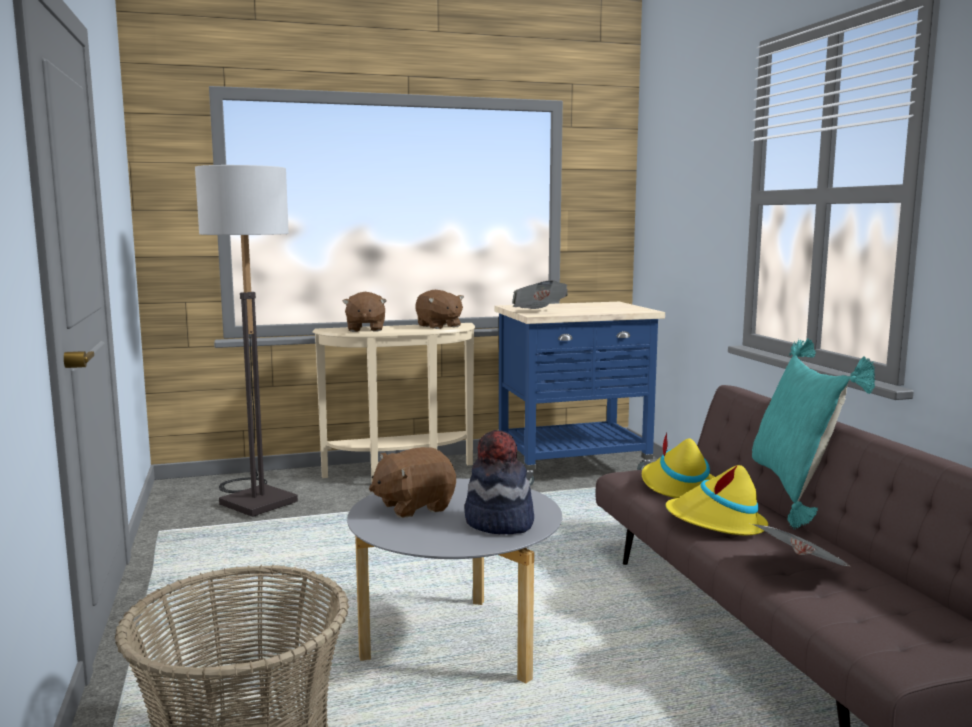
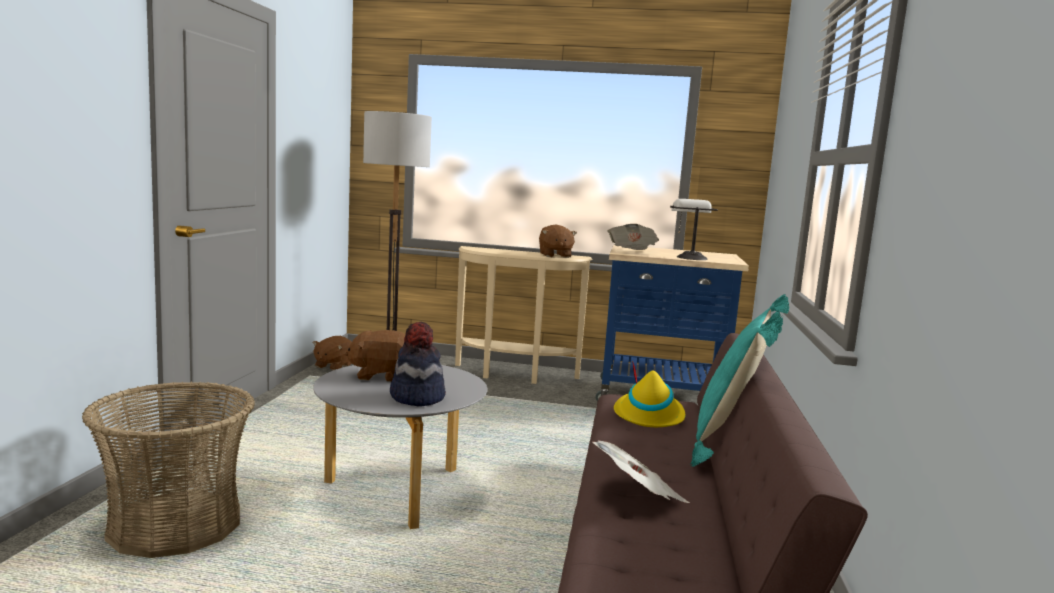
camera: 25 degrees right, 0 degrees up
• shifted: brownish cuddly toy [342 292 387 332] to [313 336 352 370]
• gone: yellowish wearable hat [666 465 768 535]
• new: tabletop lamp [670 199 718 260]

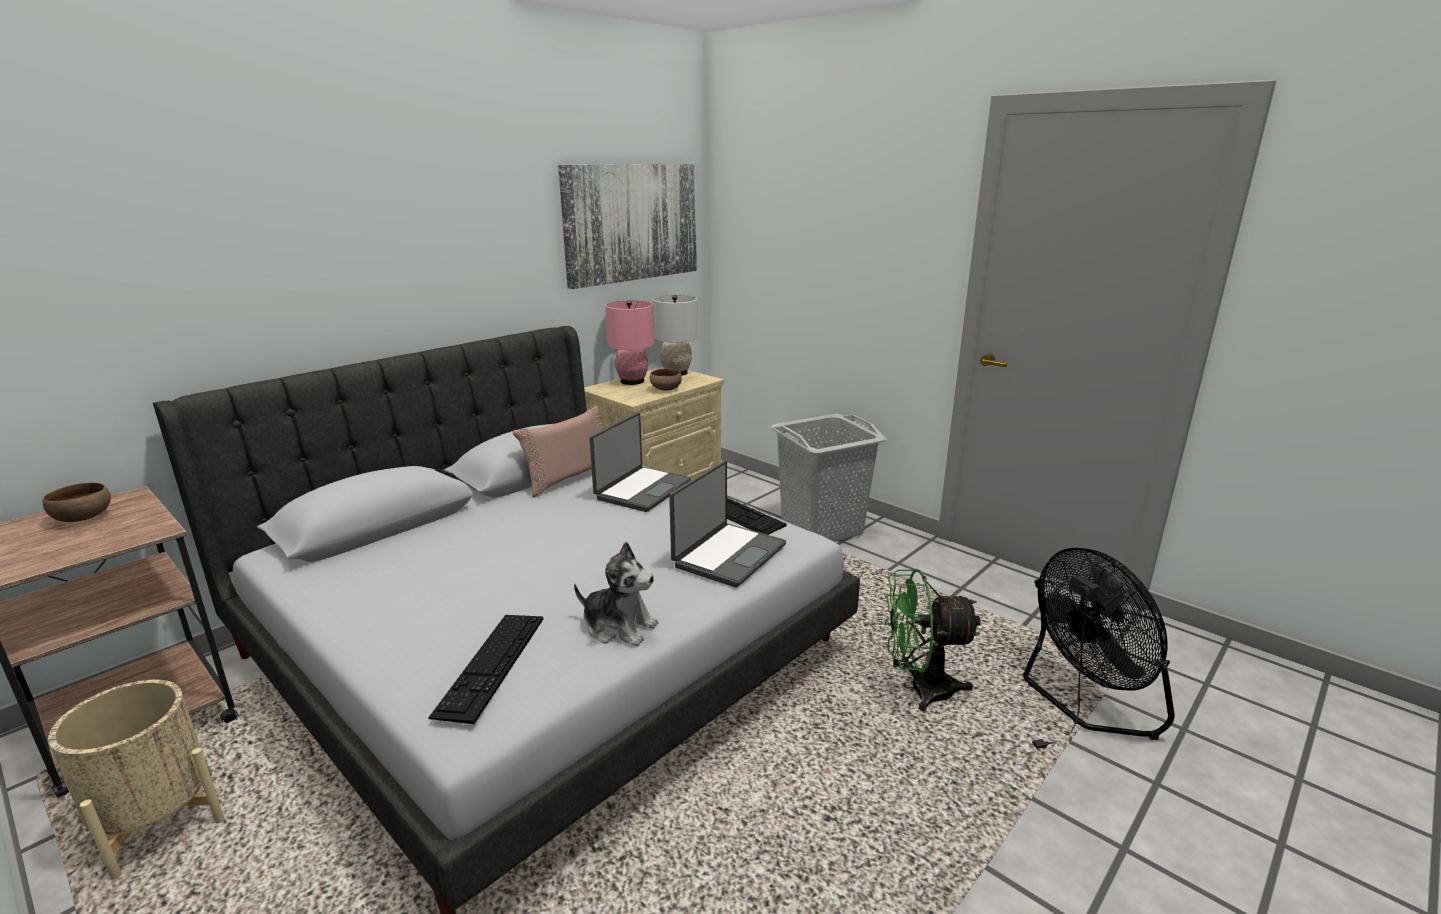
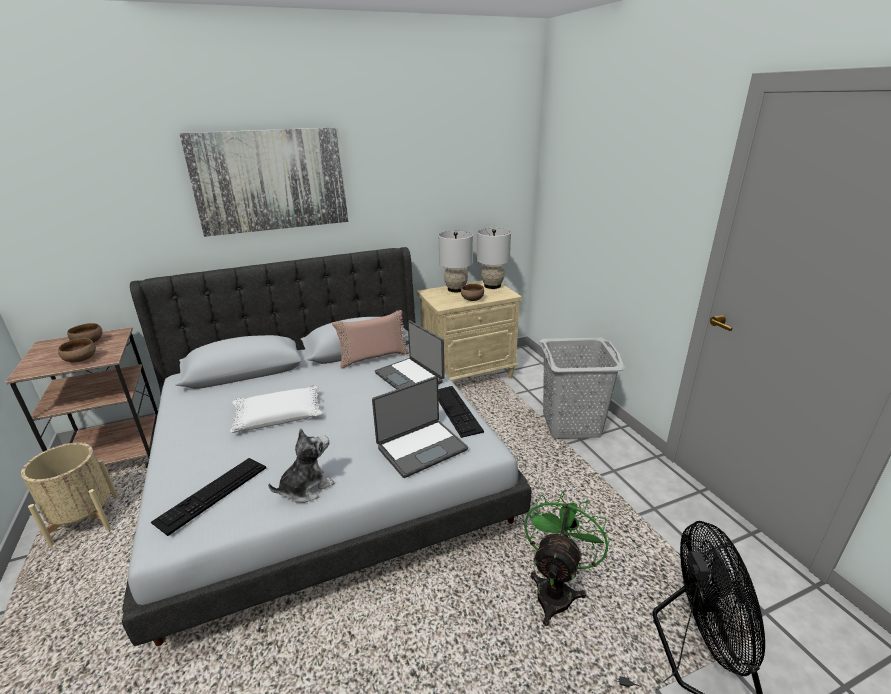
camera: 25 degrees right, 5 degrees up
• shifted: wall art [558 164 697 289] to [179 127 348 237]
• rotated: cuddly toy [574 542 658 646] = [268 428 334 503] 90 degrees counterclockwise
• rotated: laptop [589 413 691 512] = [375 320 445 389] 90 degrees clockwise
• repainted: pinkish tabletop lamp [605 300 654 385] to white tabletop lamp [439 230 473 292]
• rotated: greenish cooling fan [885 569 981 711] = [524 491 610 626] 90 degrees clockwise
• new: brownish serving bowl [58 338 96 362]
• new: white pillow [230 386 323 433]

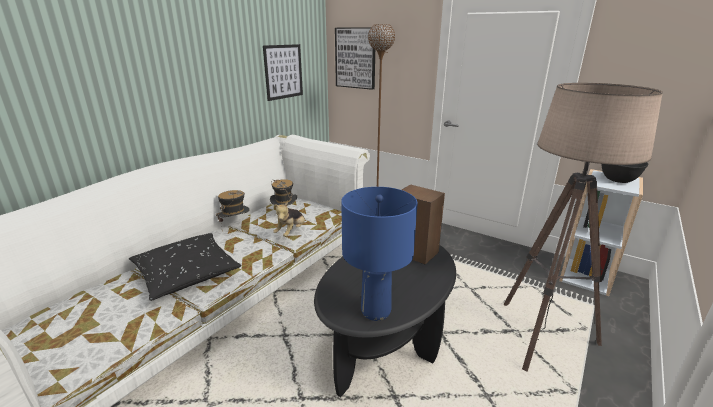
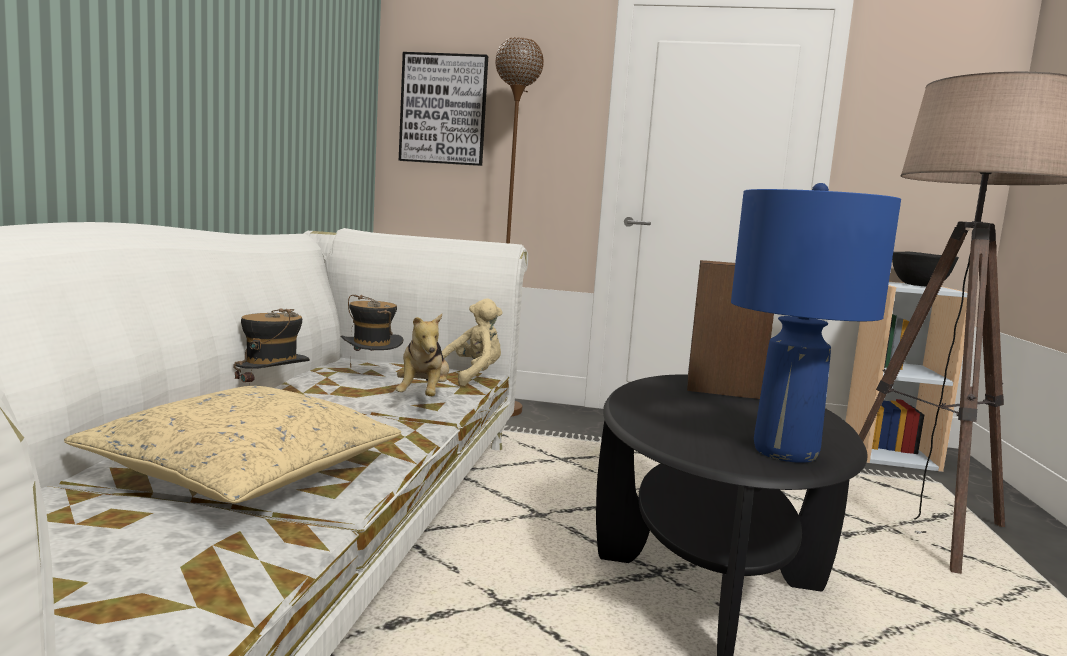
camera: 25 degrees left, 15 degrees down
• repainted: blackish pillow [129 233 241 301] to sand-coloured pillow [64 386 401 503]
• gone: wall art [263 44 303 101]
• new: sand-coloured cuddly toy [442 298 503 387]

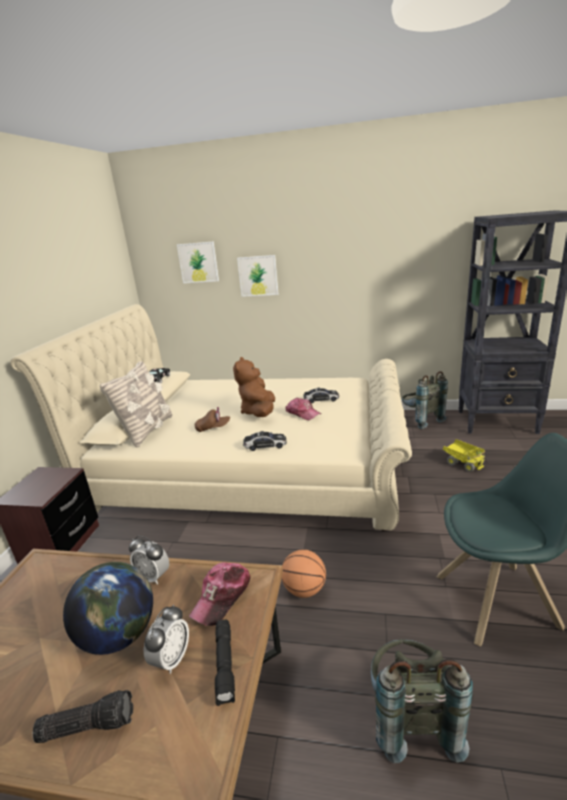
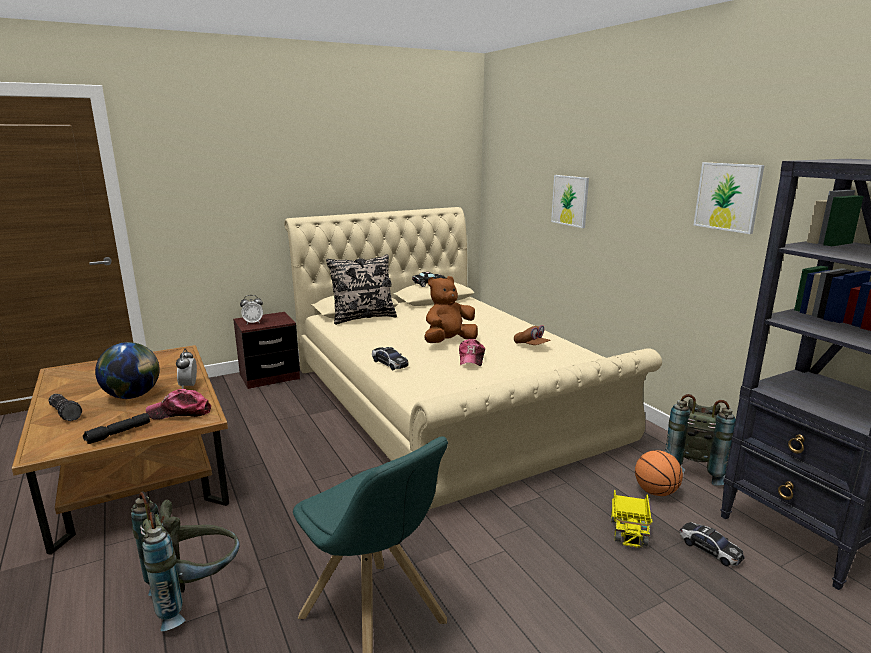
camera: 50 degrees right, 5 degrees down
• repainted: sand-coloured pillow [100 361 172 447] to blackish pillow [326 254 397 325]
• shifted: bedside clock [144 604 189 674] to [240 295 263 324]
• shifted: wall art [177 241 219 283] to [694 162 765 234]
• shifted: brownish peaked cap [195 407 230 432] to [514 325 551 345]
• shifted: ball for basketball [282 549 326 598] to [635 450 683 496]
• shifted: toy car [303 388 339 403] to [680 522 745 566]

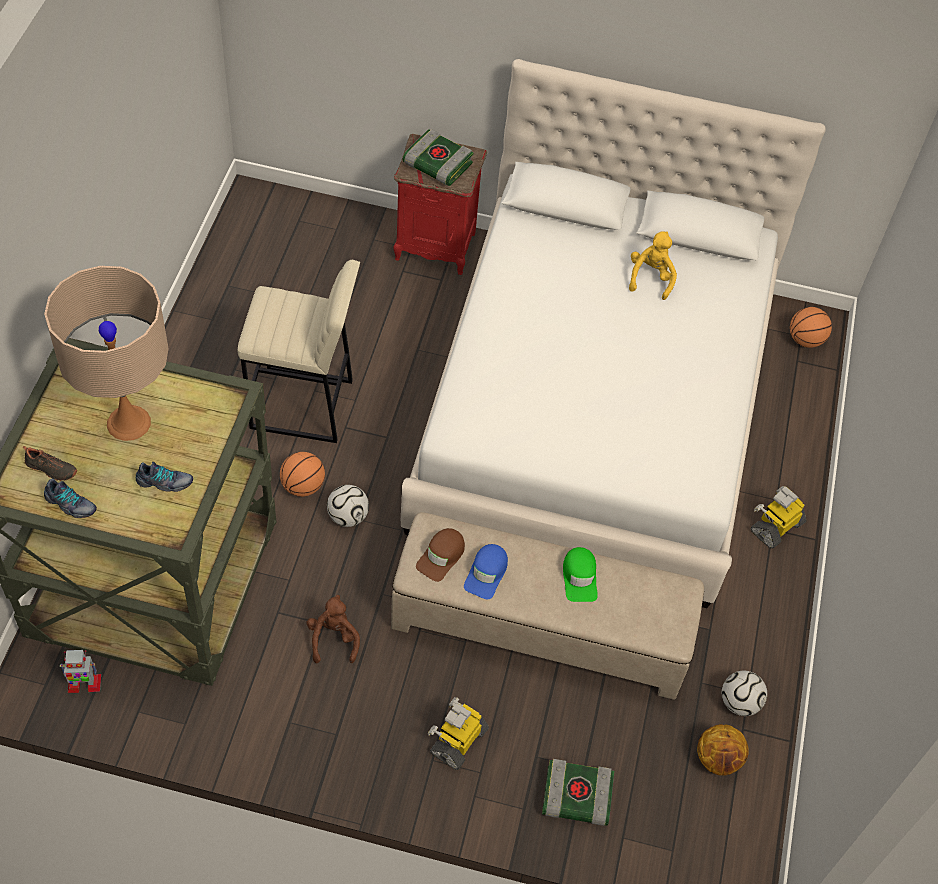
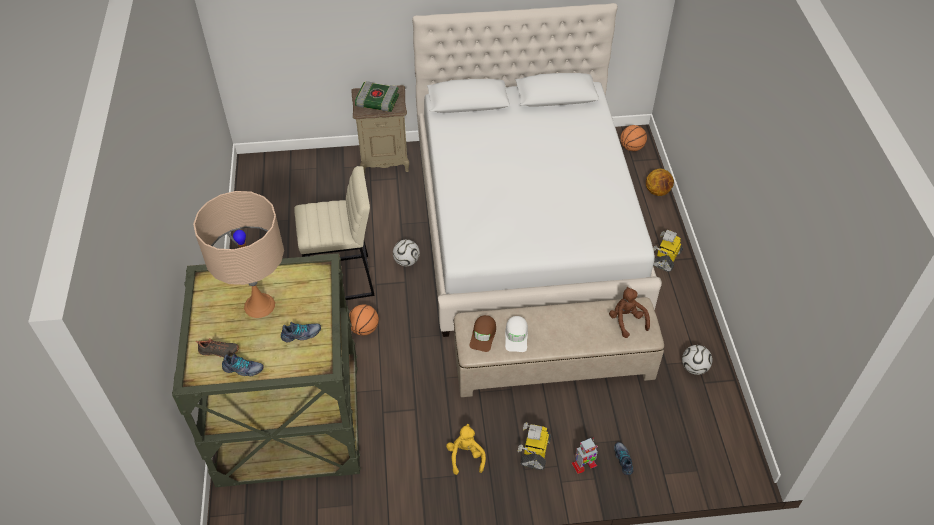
camera: 15 degrees left, 5 degrees down
• shifted: robot figure [60 650 101 693] to [572 438 598 474]
• shifted: brownish cuddly toy [306 595 360 663] to [609 287 650 338]
• shifted: ball for football [327 485 369 527] to [393 239 420 266]
• repainted: reddish nightstand [393 134 487 275] to sand-coloured nightstand [351 85 409 175]
• repainted: blue-coloured peaked cap [464 544 508 599] to white peaked cap [505 316 528 352]
• swapped: book [542 759 614 826] to item of footwear [614 442 633 475]
• gone: greenish peaked cap [563 547 598 602]
• shifted: yellowish cuddly toy [629 231 677 300] to [446 424 486 475]
• shifted: ball for basketball [697 724 749 776] to [646 169 674 196]

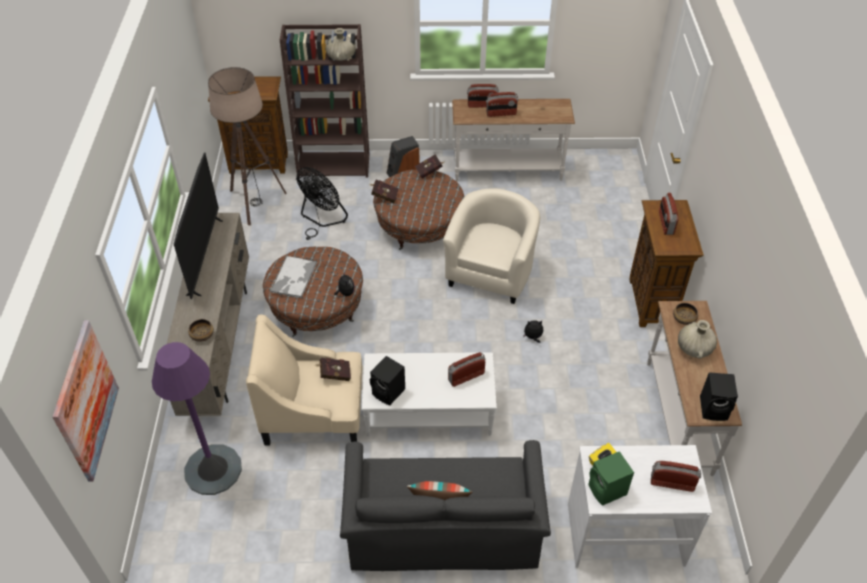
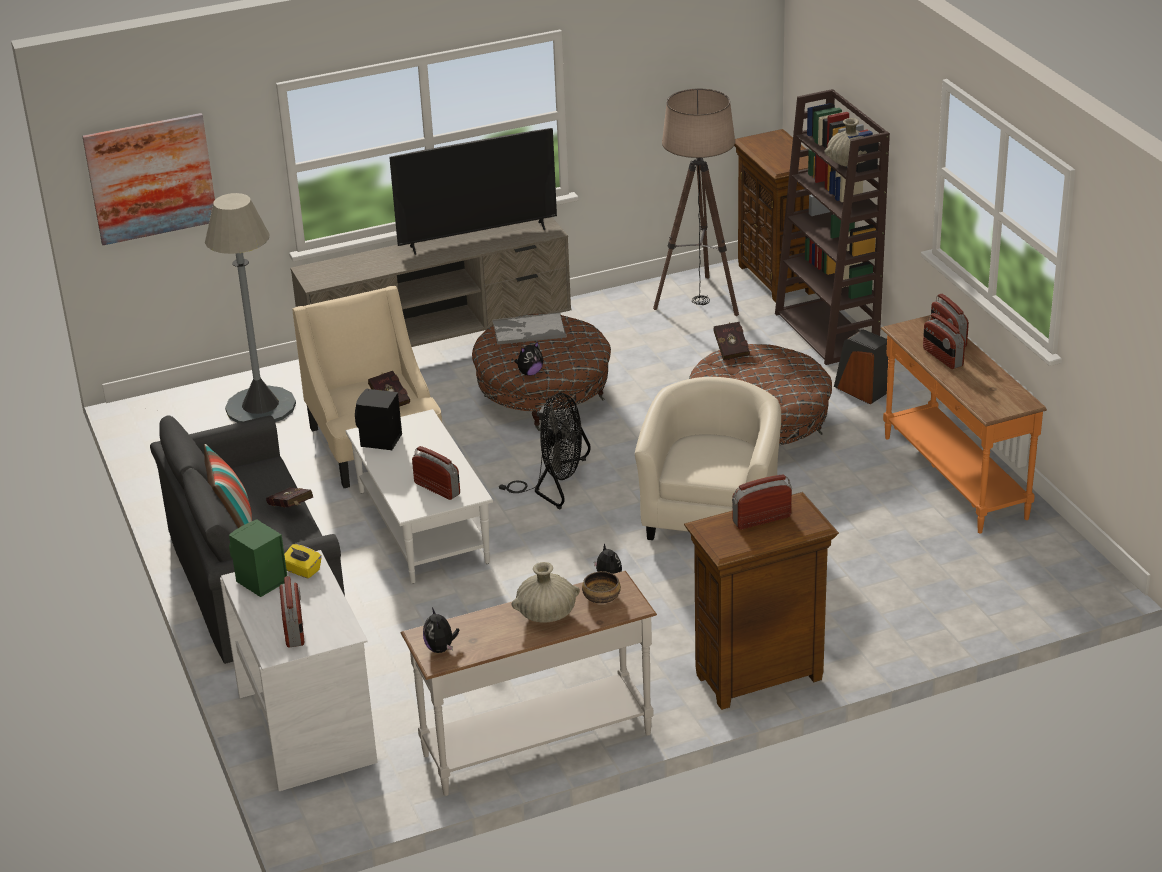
camera: 70 degrees right, 15 degrees down
• repainted: purplish standard lamp [152 342 242 495] to grey standard lamp [205 193 296 423]
• gone: serving bowl [188 319 214 342]
• shifted: blackish cooling fan [296 167 348 240] to [499 392 591 510]
• shifted: reddish book [415 154 445 179] to [266 487 313 507]
• rotated: sand-coloured lounge chair [443 188 540 304] = [635 377 781 540] 75 degrees counterclockwise
• repainted: white console table [452 99 575 181] to orange console table [881 315 1047 534]
• swapped: blackish audio speaker [700 372 738 421] to cuddly toy [423 607 460 653]

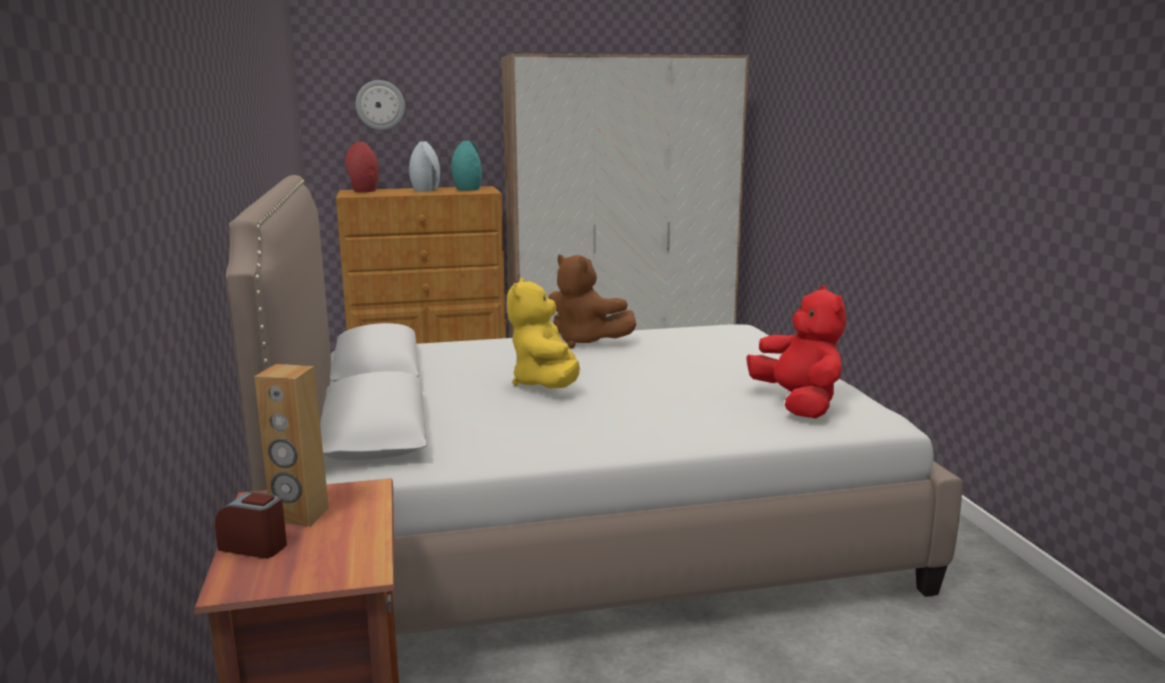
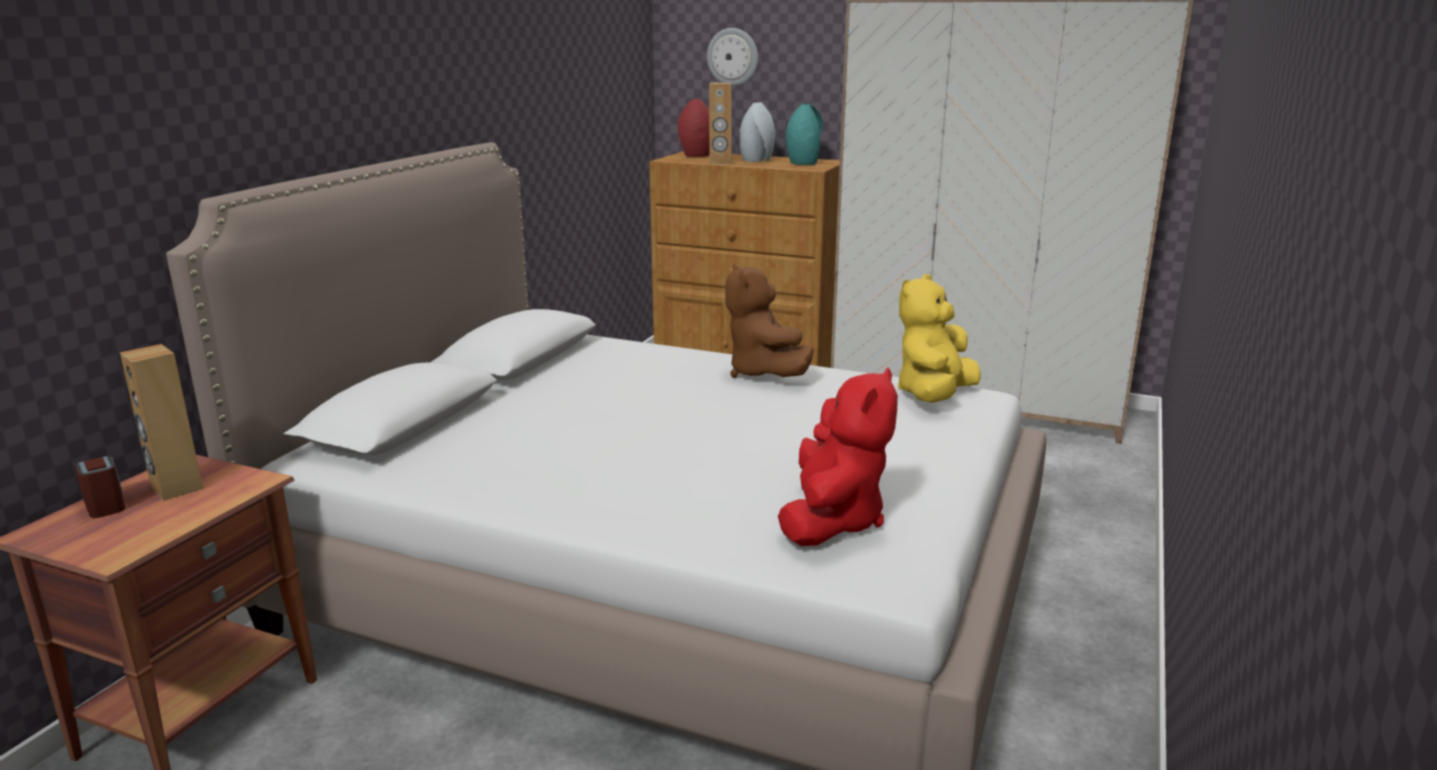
camera: 35 degrees right, 5 degrees up
• shifted: yellowish cuddly toy [507 278 580 388] to [898 274 981 403]
• new: brownish audio speaker [709 83 732 164]

